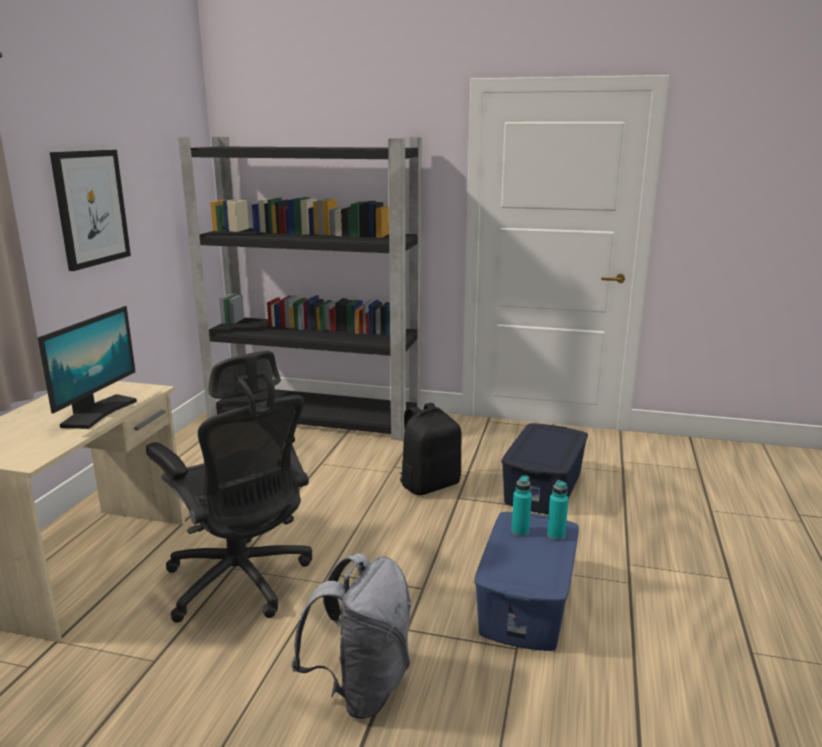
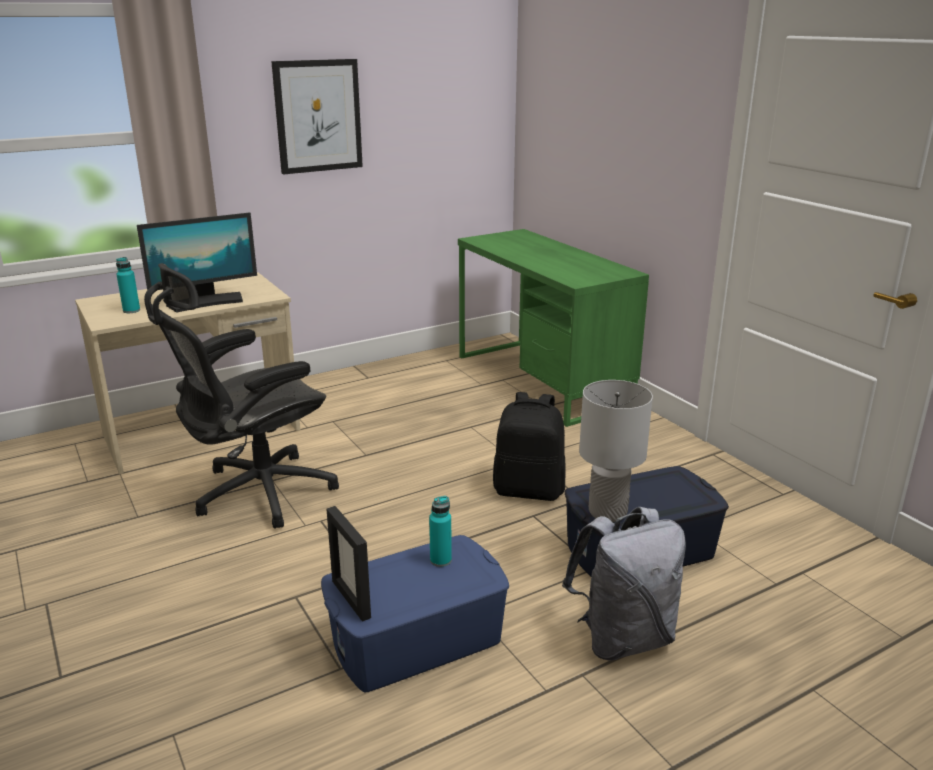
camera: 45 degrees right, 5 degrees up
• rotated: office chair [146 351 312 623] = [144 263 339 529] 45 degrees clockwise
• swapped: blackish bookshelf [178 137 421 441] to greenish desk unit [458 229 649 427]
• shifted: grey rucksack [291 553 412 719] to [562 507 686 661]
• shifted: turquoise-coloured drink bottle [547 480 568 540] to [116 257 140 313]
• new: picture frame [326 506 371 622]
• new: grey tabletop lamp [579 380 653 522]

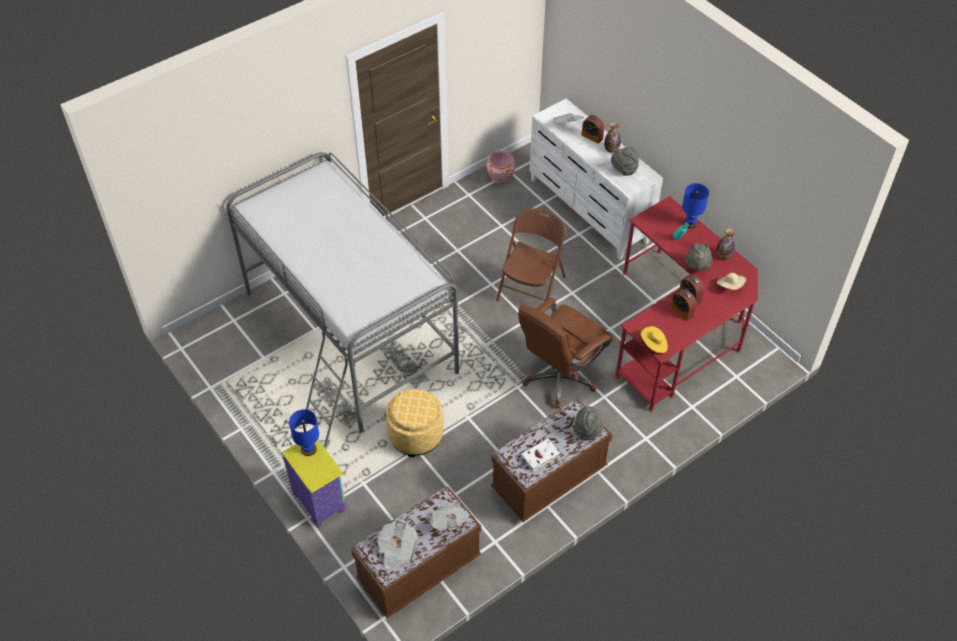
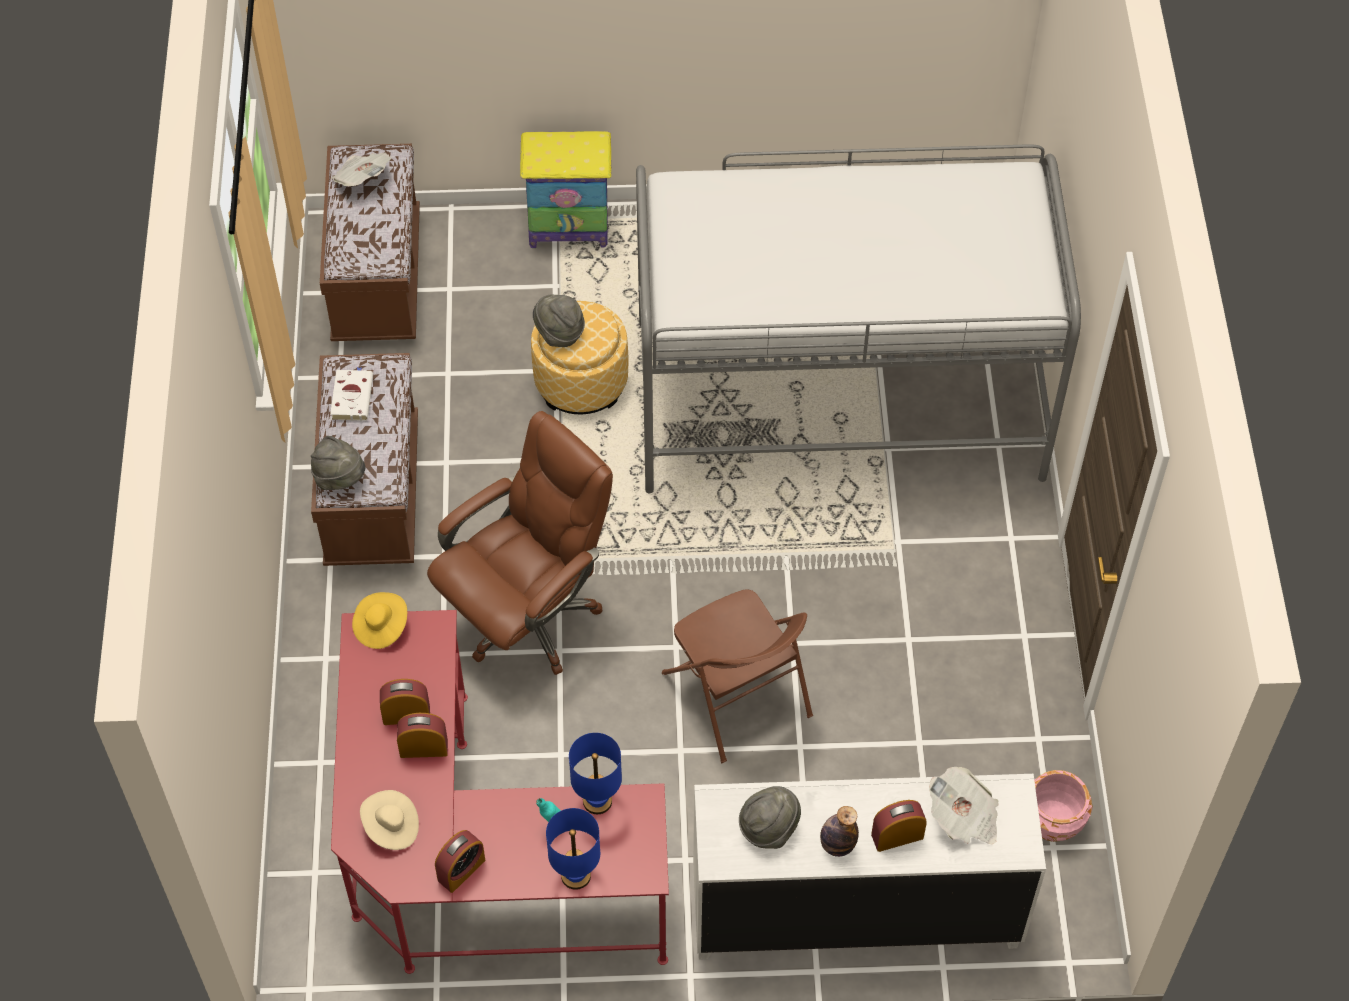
camera: 125 degrees right, 5 degrees up
• shifted: blue-coloured tabletop lamp [289 409 319 456] to [569 733 622 814]
• gone: newspaper [430 503 469 530]
• rotated: brownish office chair [518 298 613 409] = [427 411 613 675] 60 degrees clockwise
• shifted: grey wearable hat [685 244 712 270] to [533 294 585 347]
• swapped: drink bottle [716 229 735 259] to bedside clock [435 830 485 893]

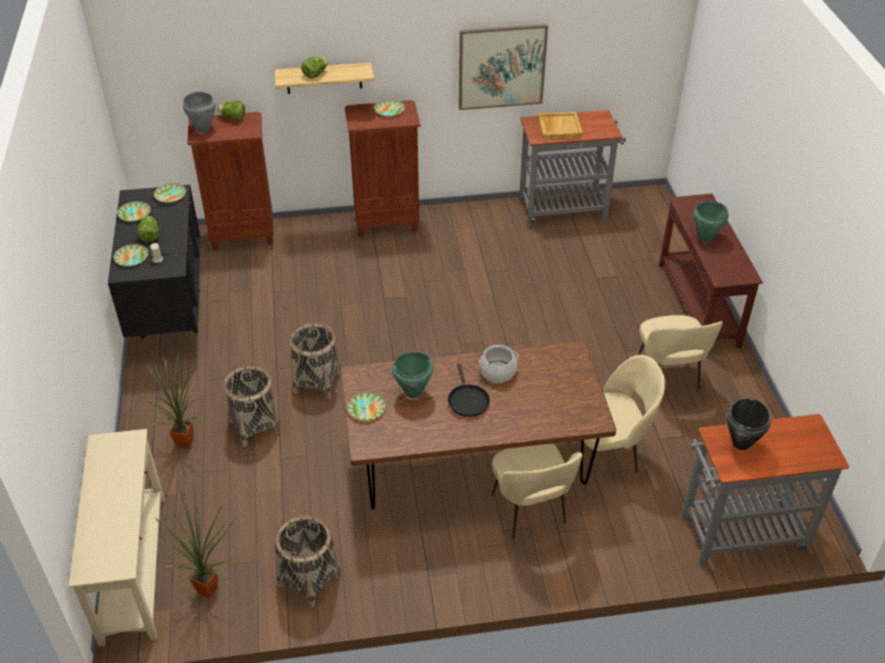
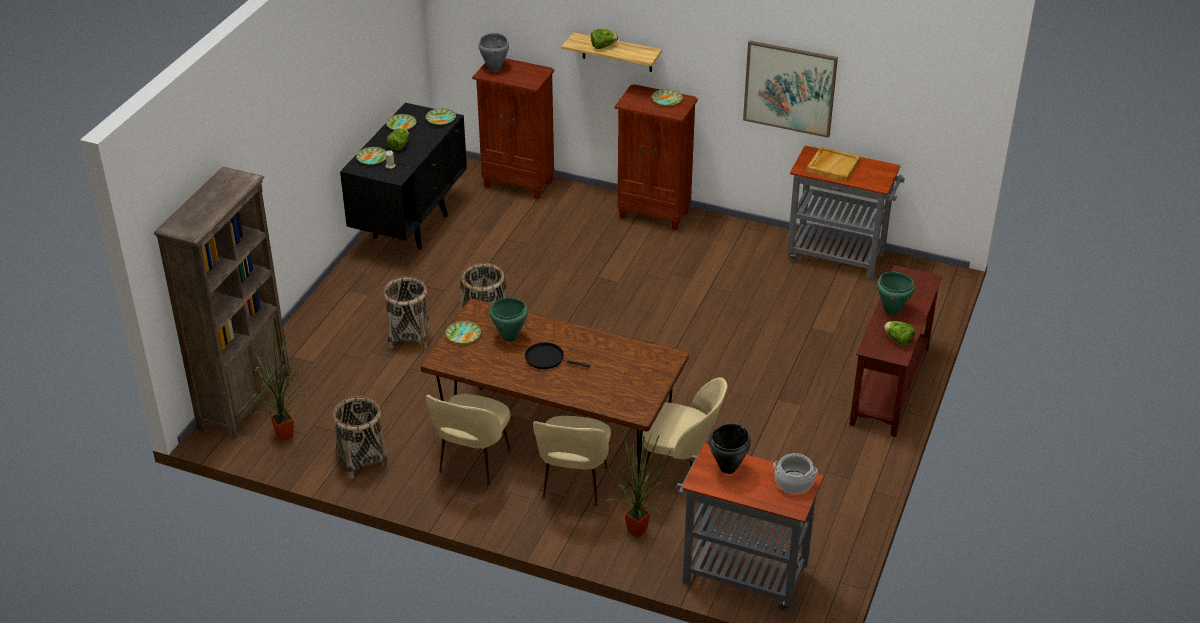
camera: 30 degrees right, 5 degrees down
• swapped: sand-coloured console table [68 429 165 647] to brownish bookshelf [154 166 290 440]
• shifted: plant in a pot [135 350 206 449] to [605 429 672 538]
• shifted: head of lettuce [218 100 245 120] to [884 321 915 346]
• rotated: blackish frying pan [448 364 490 417] = [525 342 590 369] 90 degrees clockwise
• shifted: cooking pot [478 345 519 383] to [773 453 818 494]
• shifted: sand-coloured upright chair [638 315 723 392] to [426 394 511 485]

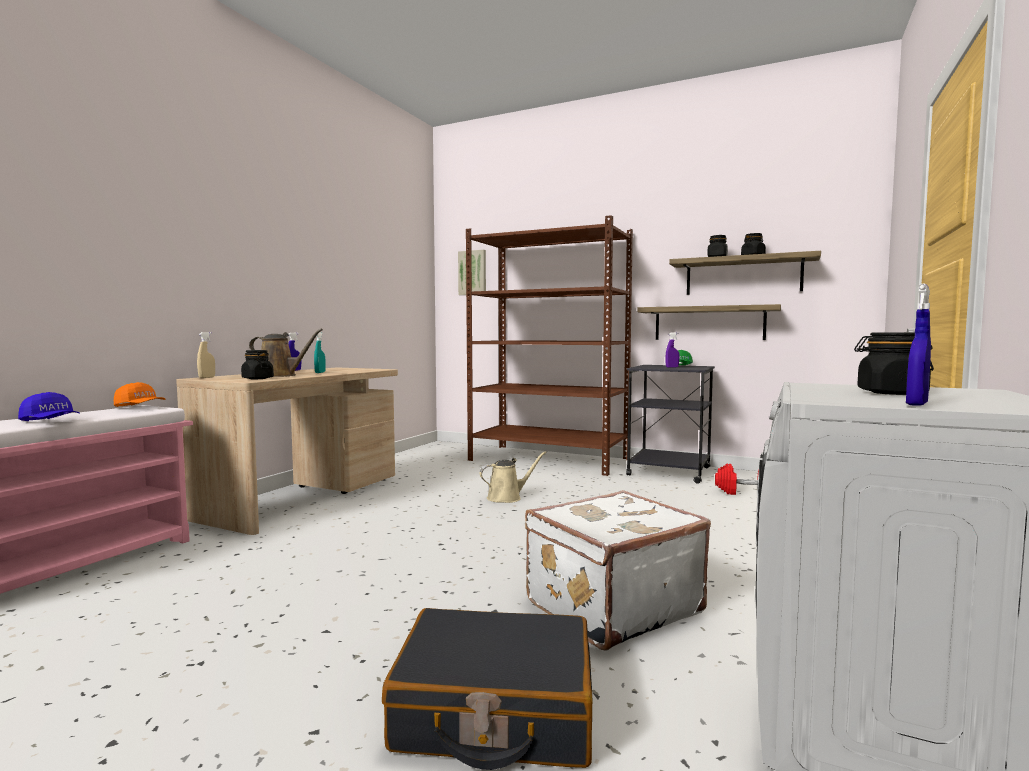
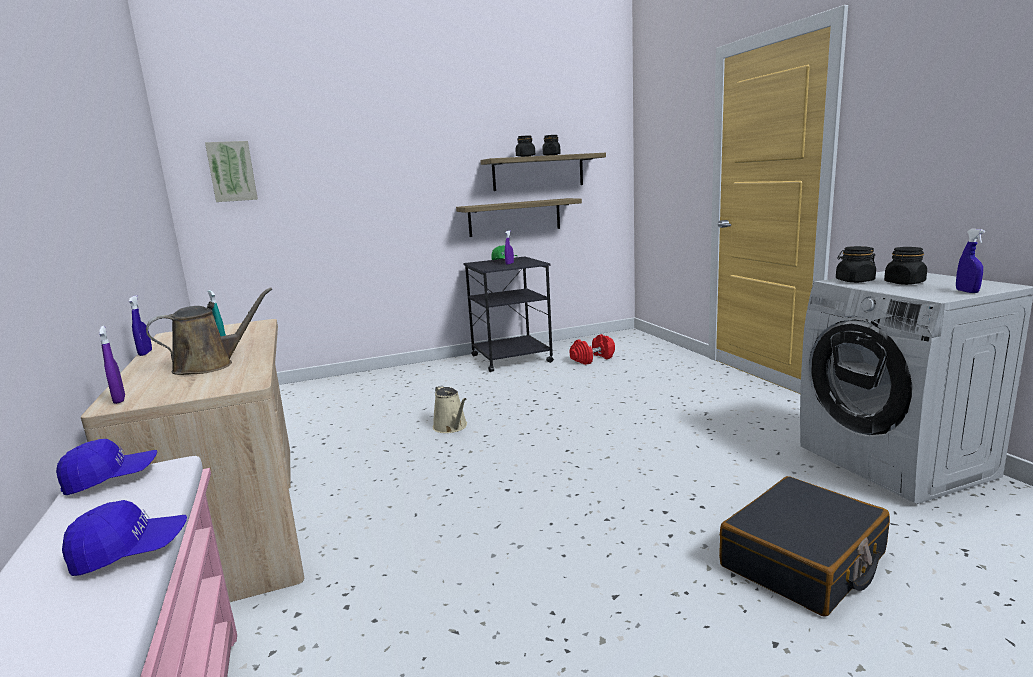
camera: 45 degrees left, 10 degrees up
• repainted: orange peaked cap [114 382 165 407] to blue-coloured peaked cap [56 439 157 495]
• repainted: sand-coloured spray bottle [197 332 215 378] to purplish spray bottle [99 326 125 404]
• shifted: blackish storage jar [241 350 274 379] to [836 246 876 283]
• gone: brownish bookshelf [466 215 633 476]
• rotated: sand-coloured watering can [480 451 547 503] = [433 385 467 433] 135 degrees clockwise
• gone: white piece of luggage [525 490 711 650]

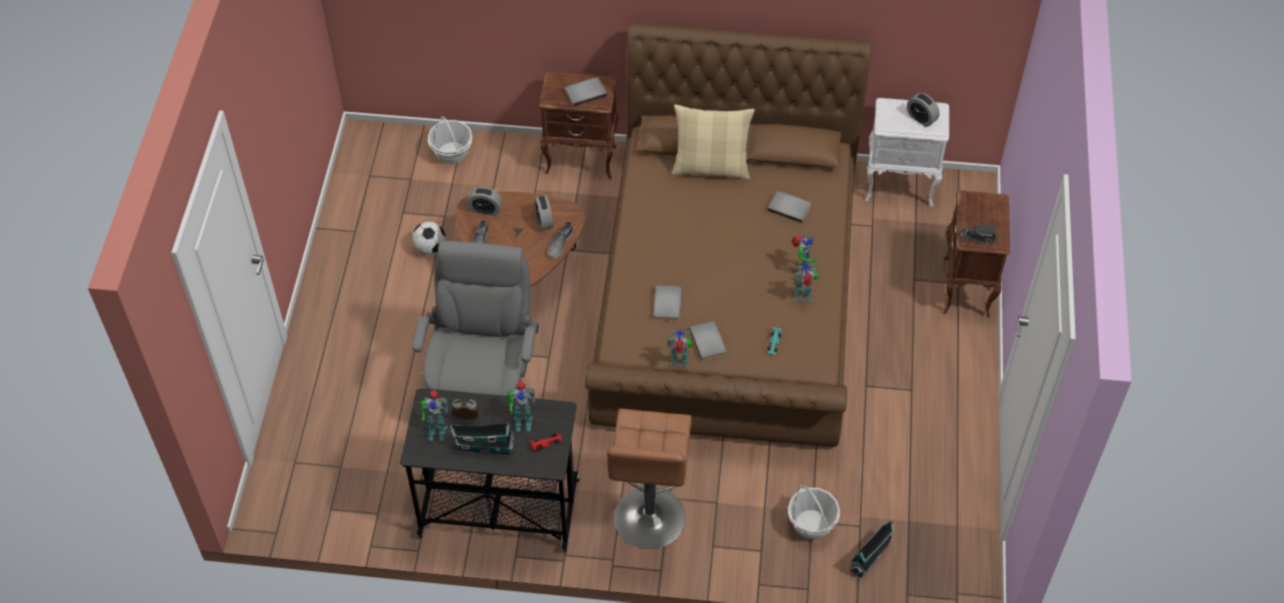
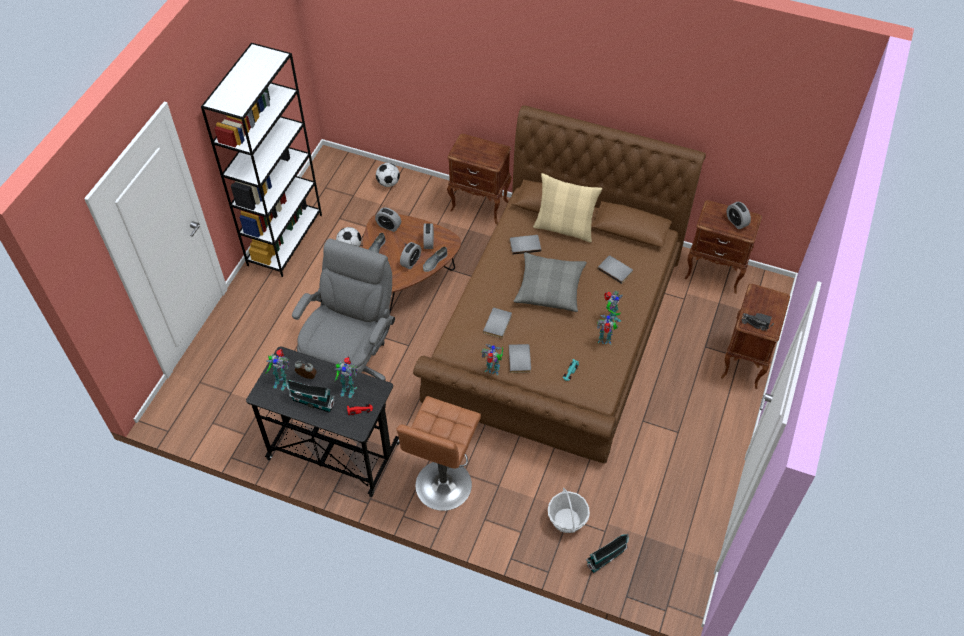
camera: 15 degrees right, 0 degrees up
• swapped: basket [428 116 472 164] to ball for football [376 163 400 187]
• shifted: grey book [565 77 607 106] to [510 235 541 255]
• repainted: white nightstand [865 98 949 207] to brownish nightstand [685 200 762 294]
• new: white bookshelf [201 43 322 277]
• new: bedside clock [400 242 421 269]
• new: grey pillow [514 252 587 312]

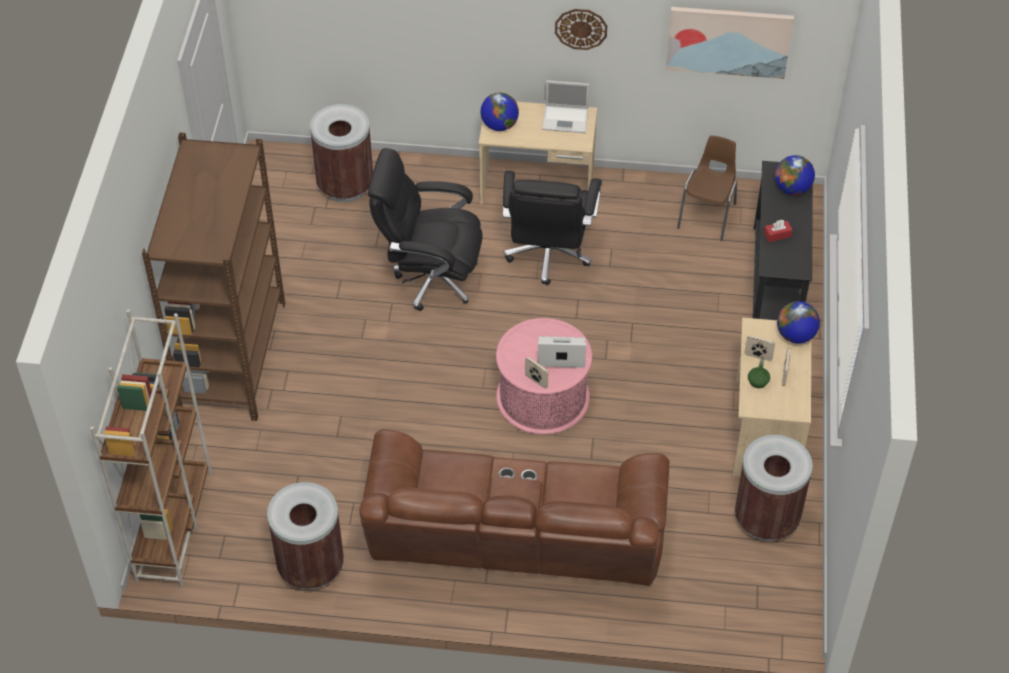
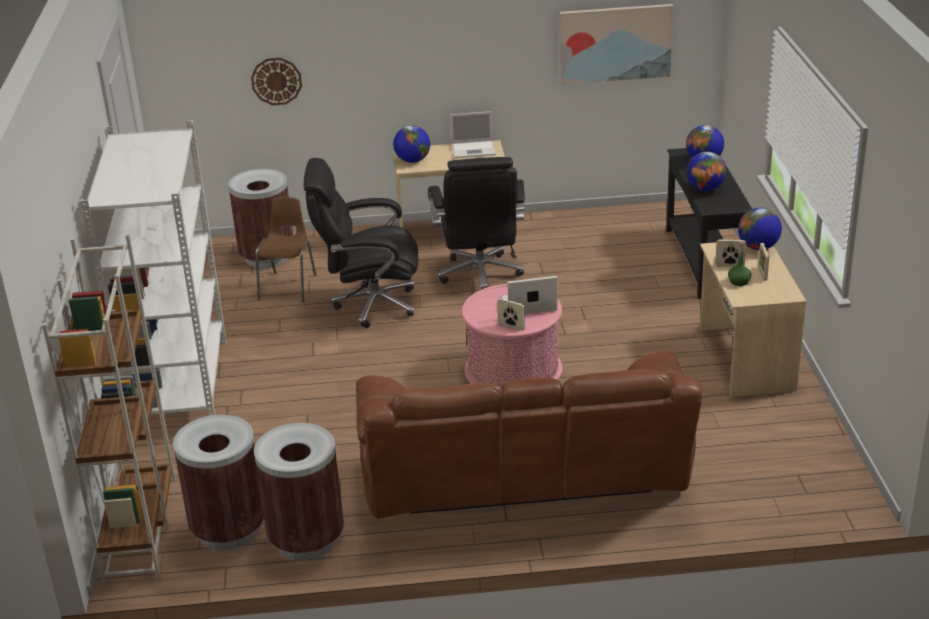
camera: 10 degrees left, 20 degrees down
• repainted: brownish bookshelf [142 132 285 421] to white bookshelf [81 121 227 416]
• shifted: clock on the wall [555 9 607 50] to [251 58 302 105]
• shifted: brownish upright chair [677 136 737 241] to [256 197 316 302]
• shifted: brownish rubbish bin [735 435 813 541] to [173 415 264 550]
• swapped: reddish tissue holder [764 220 792 242] to globe [687 152 727 191]

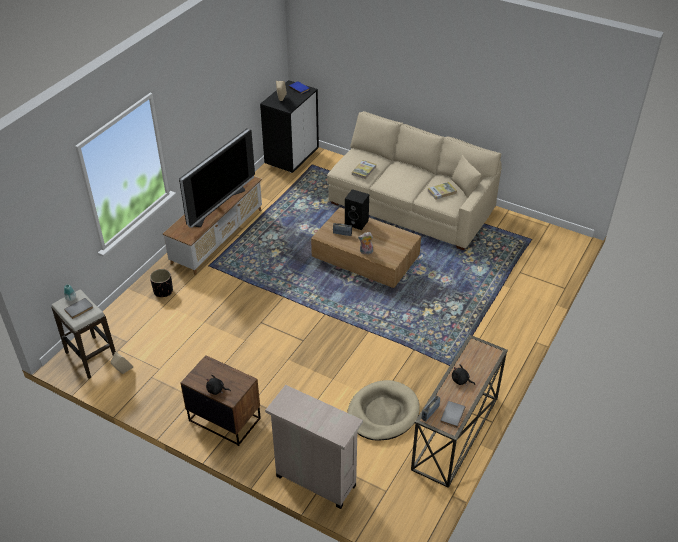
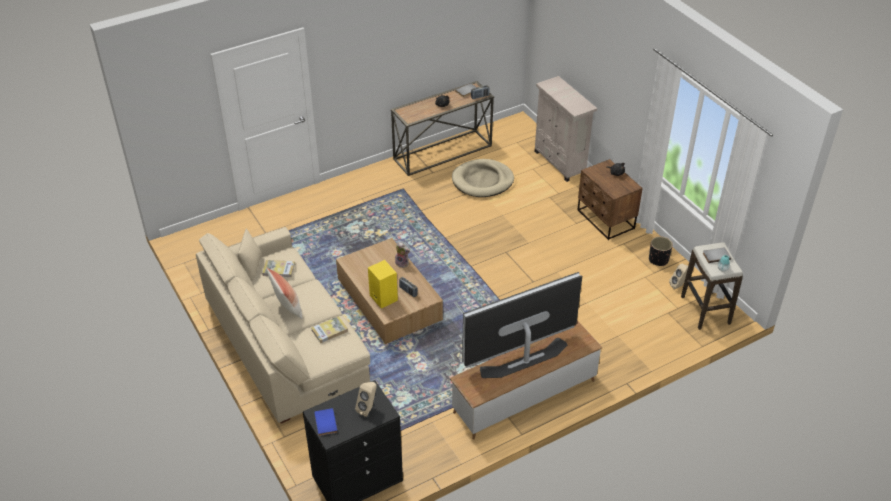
camera: 150 degrees left, 0 degrees up
• shifted: blackish plant pot [150 269 173 297] to [649 236 673 266]
• repainted: blackish audio speaker [345 189 369 230] to yellowish audio speaker [368 260 398 308]
• new: pillow [267 267 302 319]

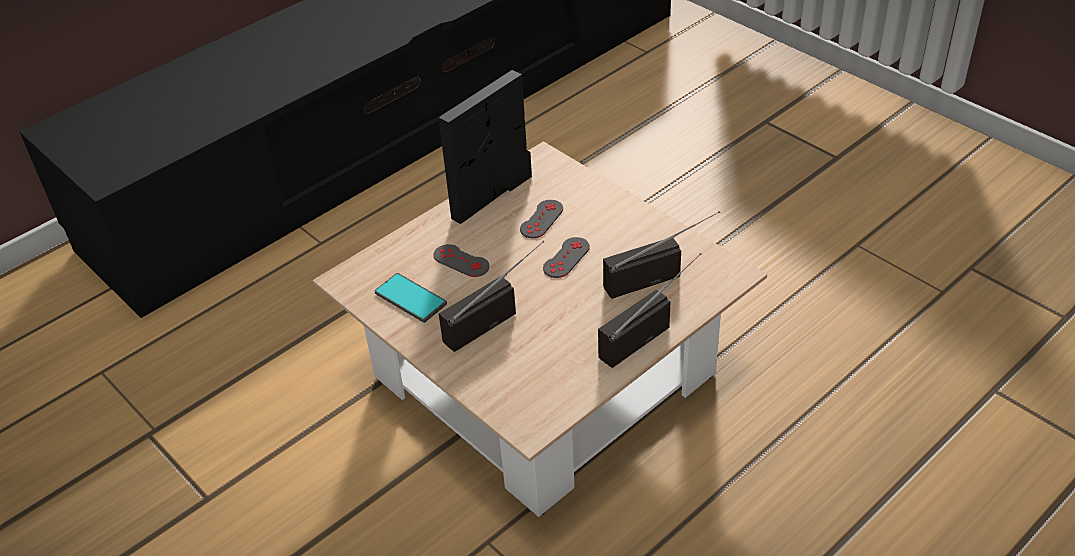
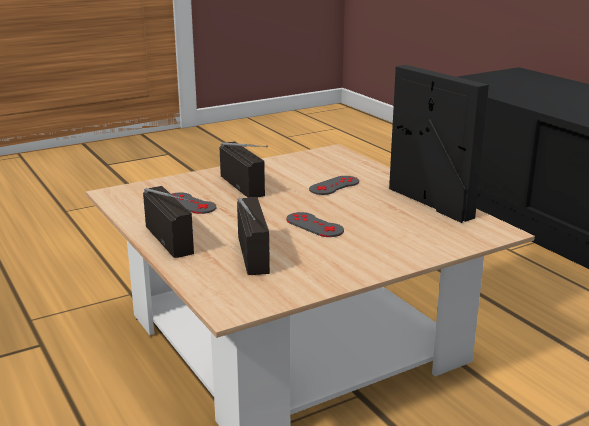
camera: 100 degrees right, 20 degrees down
• gone: phone [374 273 447 323]
• shifted: grey gamepad [520 200 563 238] to [171 192 216 214]

